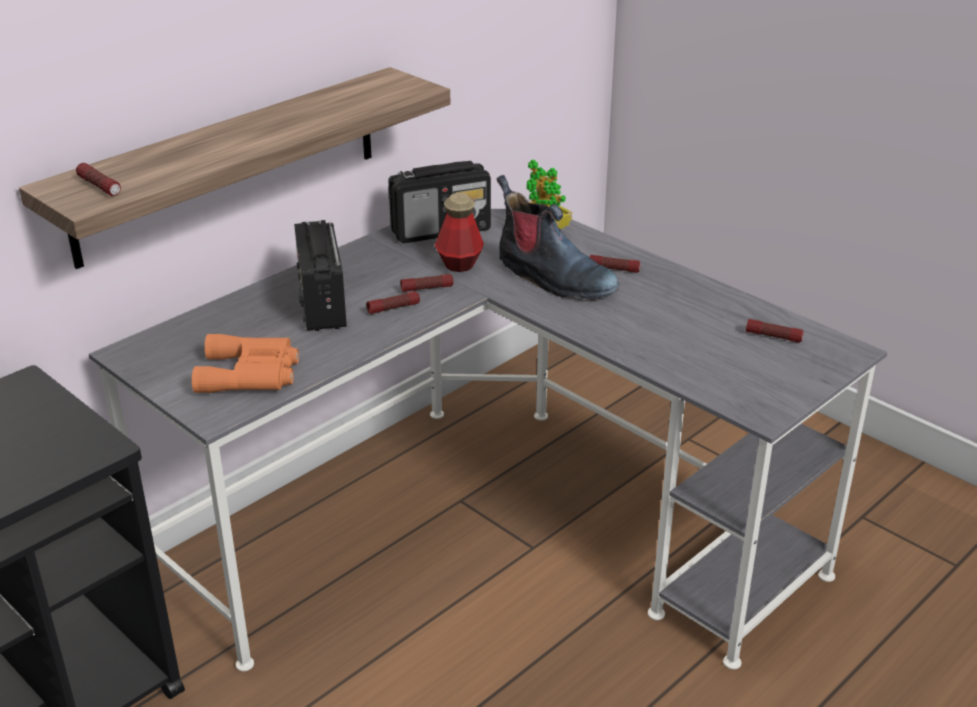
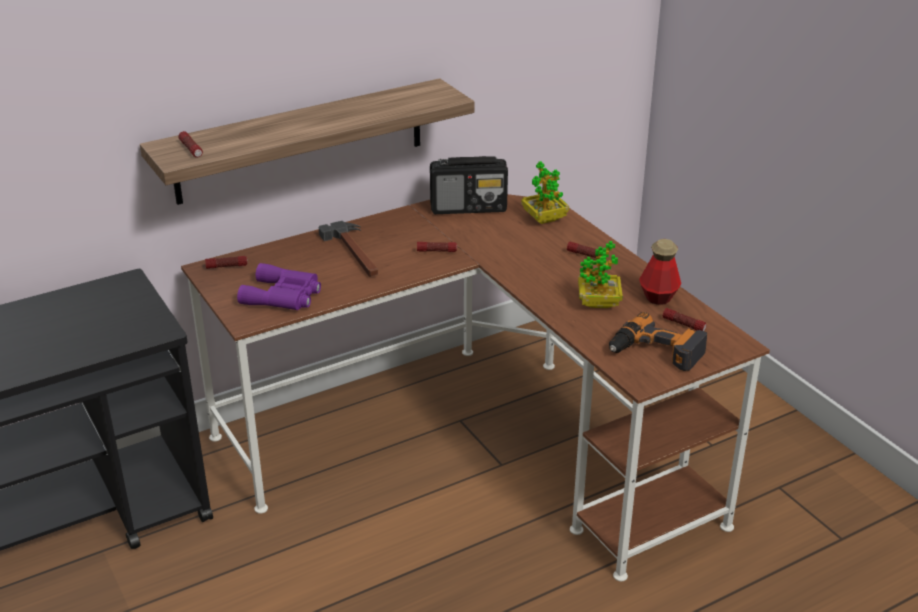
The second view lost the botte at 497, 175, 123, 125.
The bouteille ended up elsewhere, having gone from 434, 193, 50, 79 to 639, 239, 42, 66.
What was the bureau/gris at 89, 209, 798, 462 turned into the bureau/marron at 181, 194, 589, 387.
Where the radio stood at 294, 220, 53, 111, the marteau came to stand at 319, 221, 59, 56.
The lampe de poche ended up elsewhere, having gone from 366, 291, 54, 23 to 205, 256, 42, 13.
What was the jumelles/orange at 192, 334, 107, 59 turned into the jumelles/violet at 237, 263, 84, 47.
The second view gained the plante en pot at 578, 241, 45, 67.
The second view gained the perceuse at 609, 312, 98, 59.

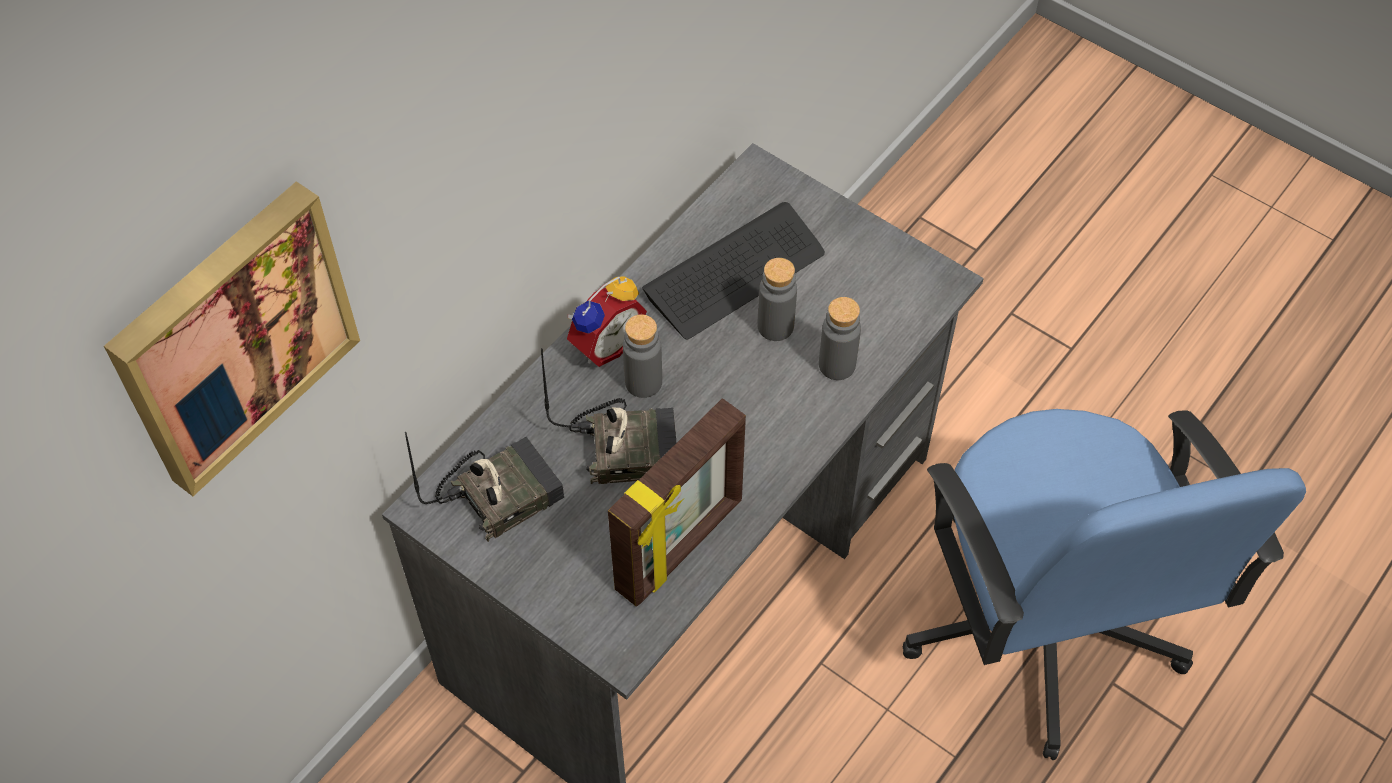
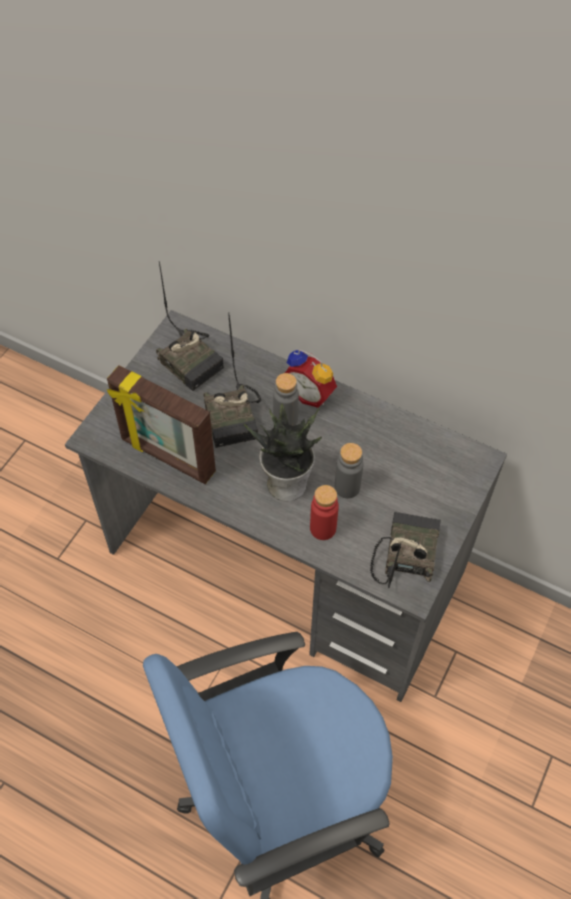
The second view lost the tableau at 104, 182, 256, 314.
The second view lost the clavier at 642, 202, 183, 137.
What was the bouteille/gris at 819, 297, 42, 83 turned into the bouteille/rouge at 310, 485, 29, 55.
The second view gained the plante en pot at 244, 404, 78, 97.
The second view gained the radio at 370, 512, 71, 76.

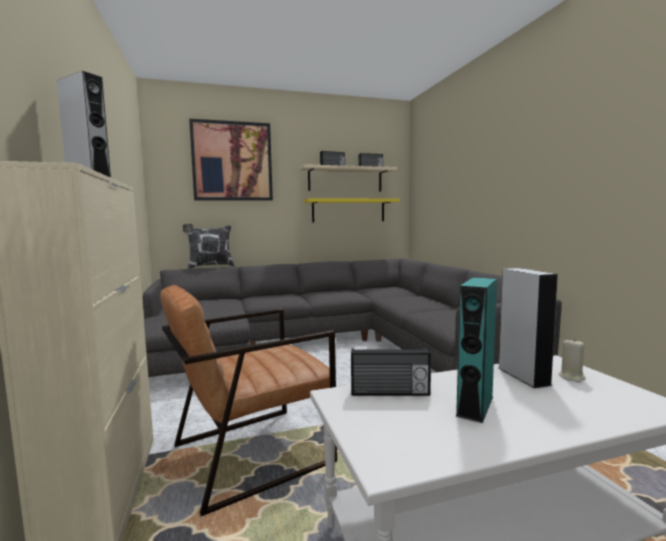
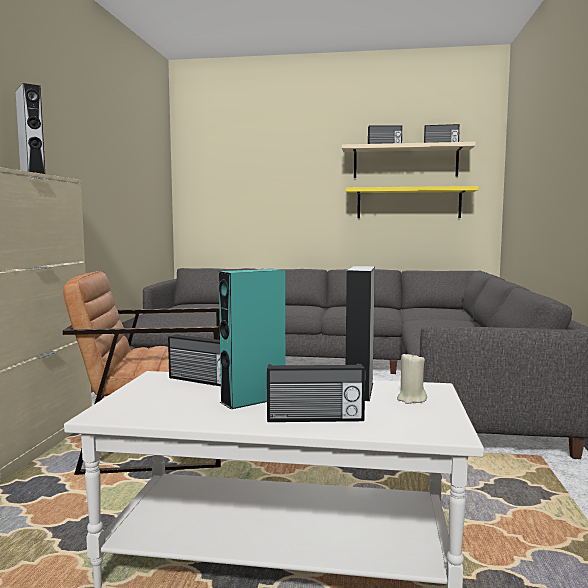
The second view lost the tableau at 189, 119, 84, 82.
The second view lost the coussin at 183, 224, 52, 45.
The second view gained the radio at 267, 364, 98, 58.

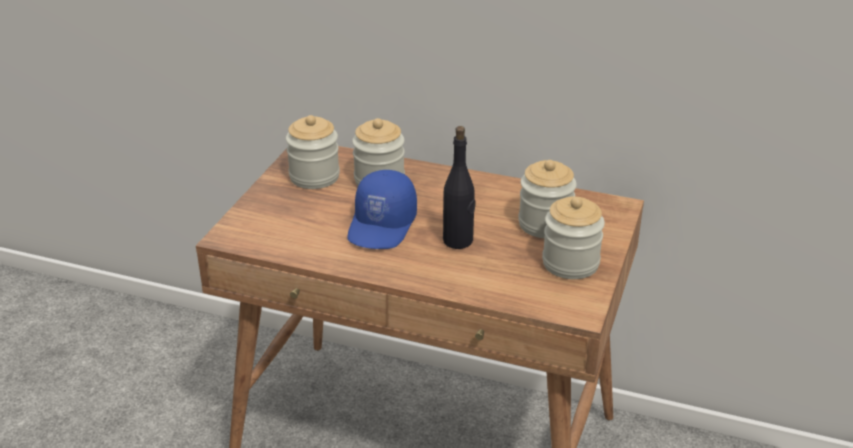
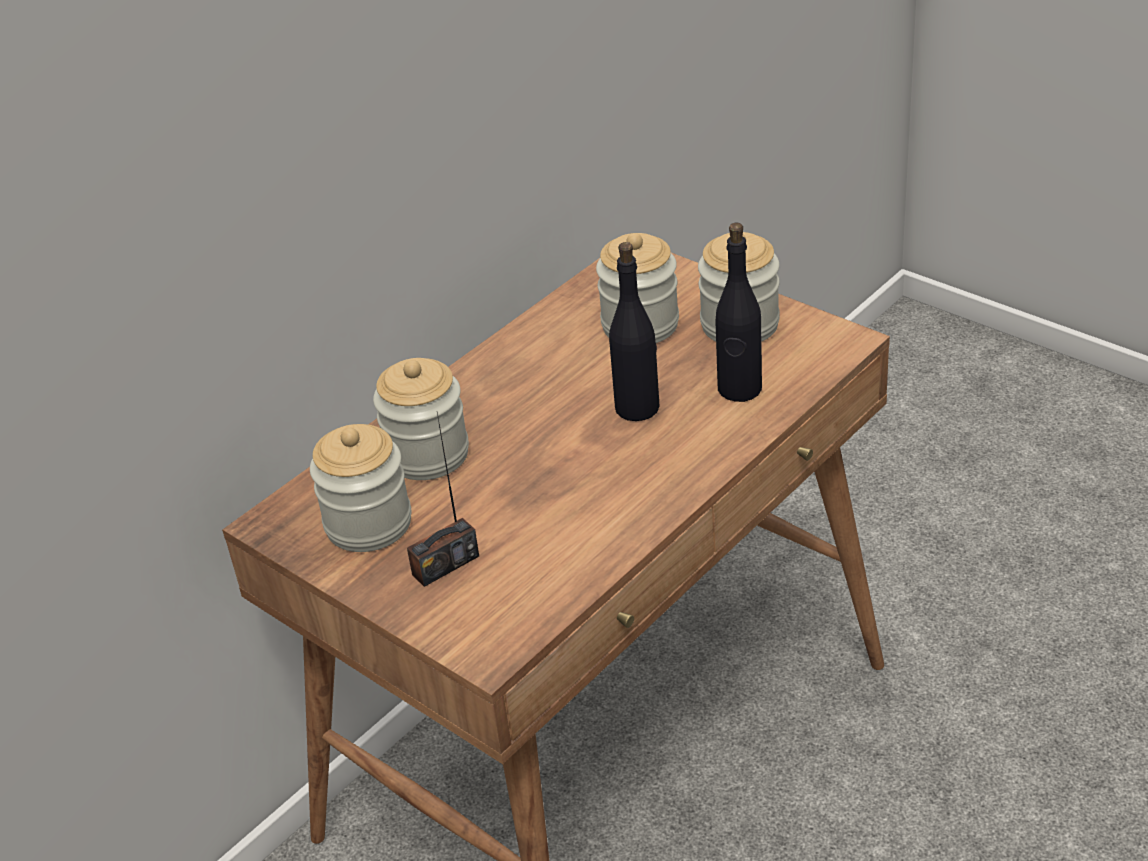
The second view lost the casquette/bleu at 347, 170, 70, 79.
The second view gained the bouteille/noir at 715, 223, 47, 179.
The second view gained the radio at 407, 413, 72, 174.

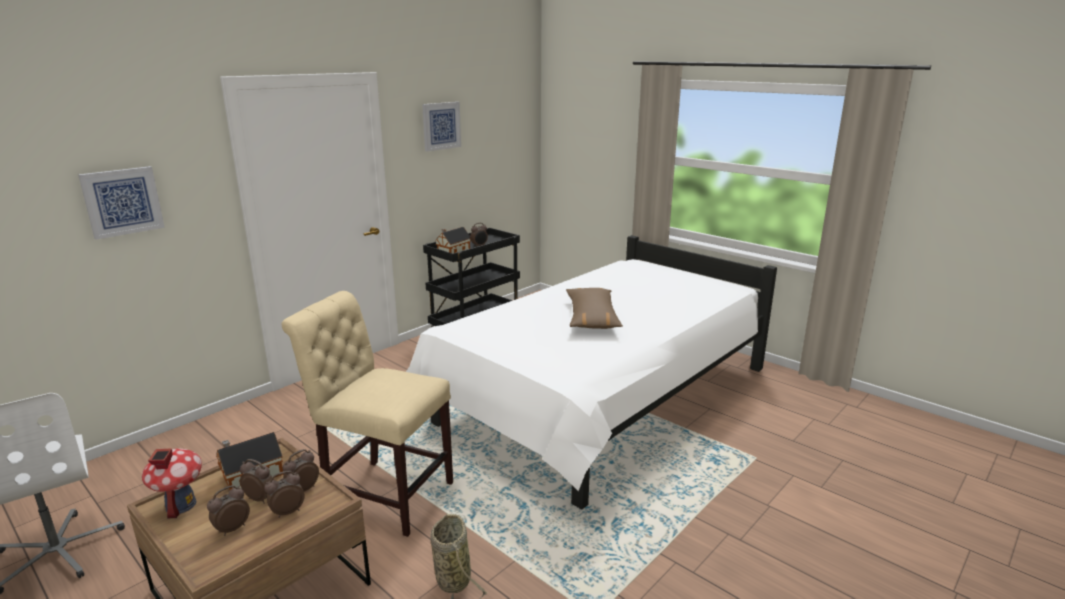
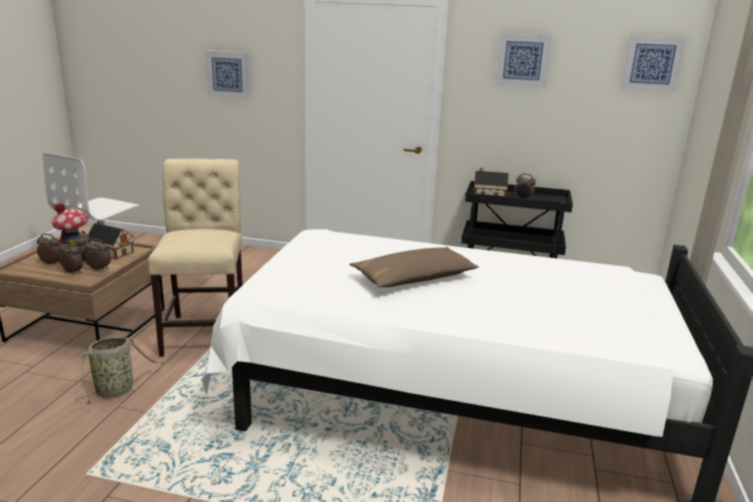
The second view gained the tableau at 621, 35, 65, 57.

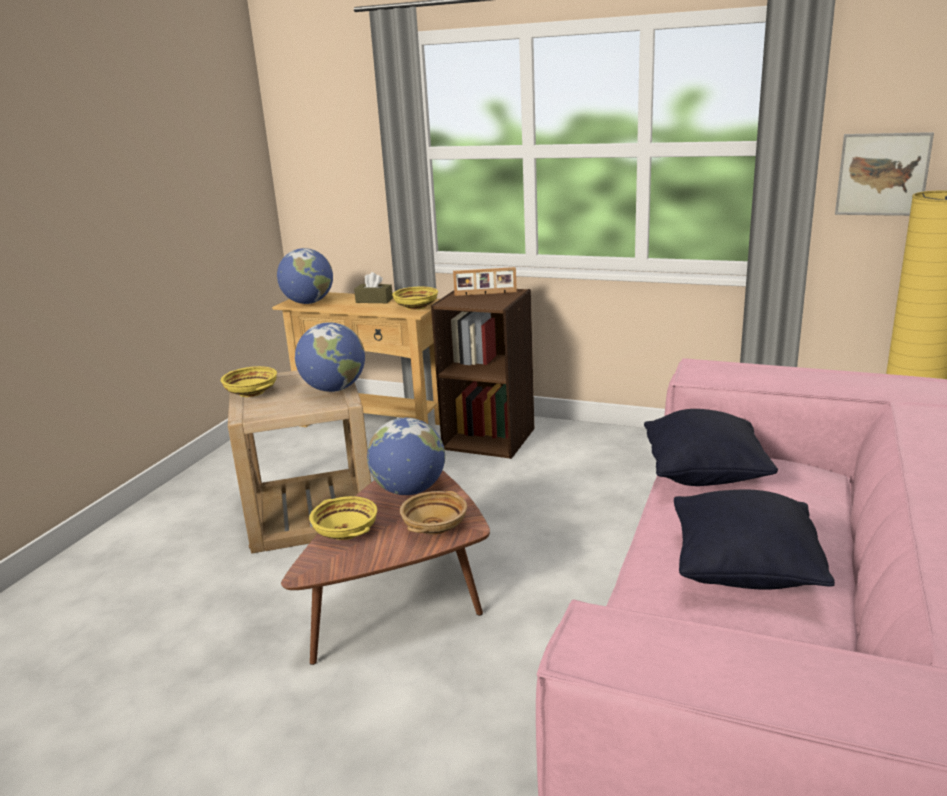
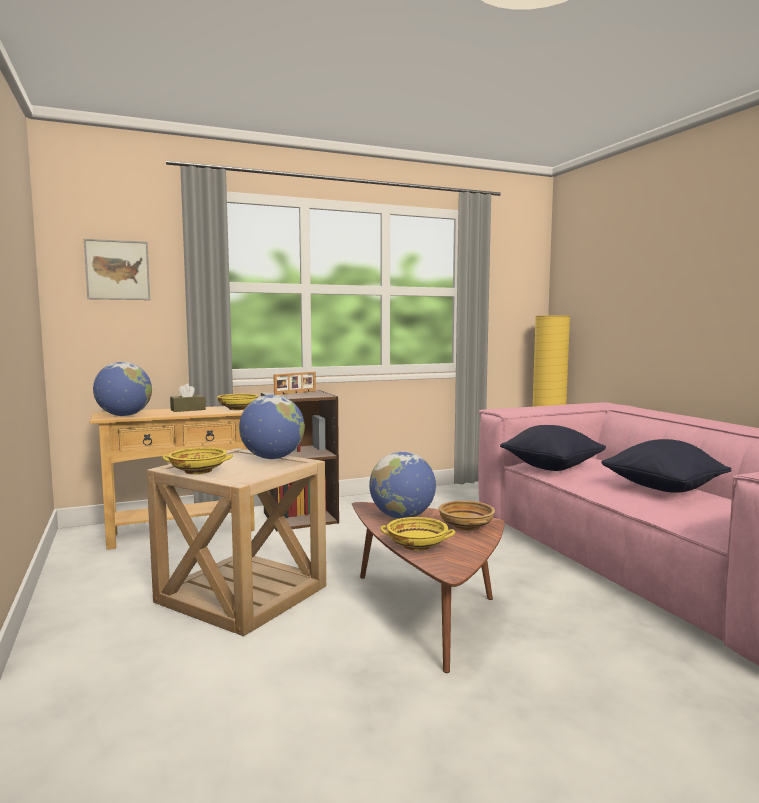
The tableau ended up elsewhere, having gone from 835, 132, 99, 84 to 84, 239, 66, 61.

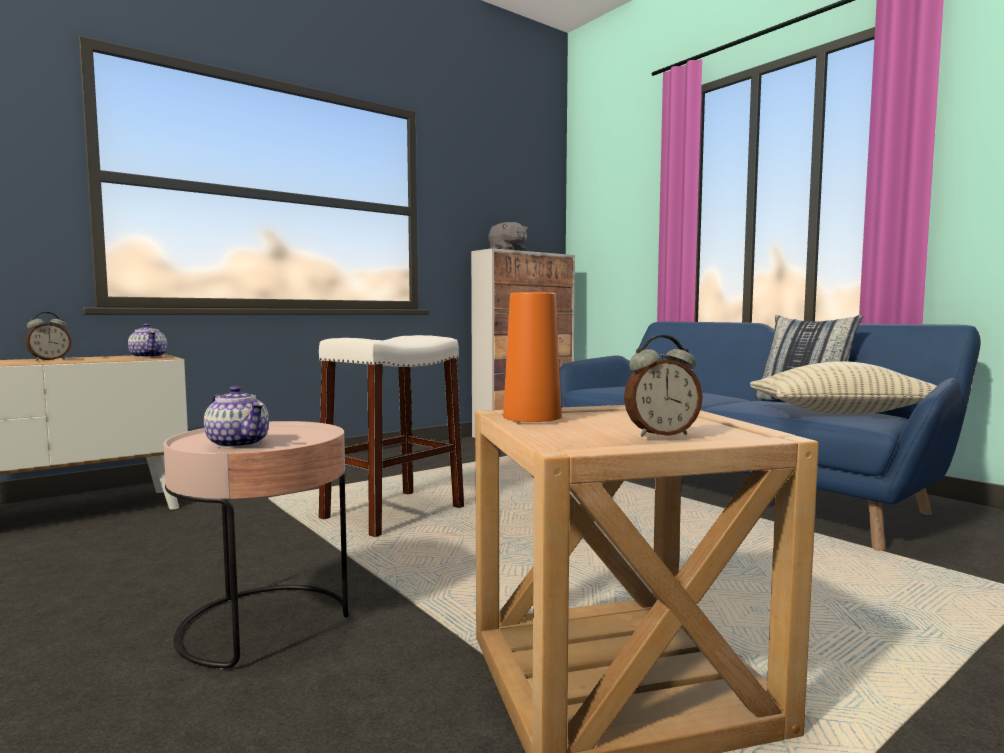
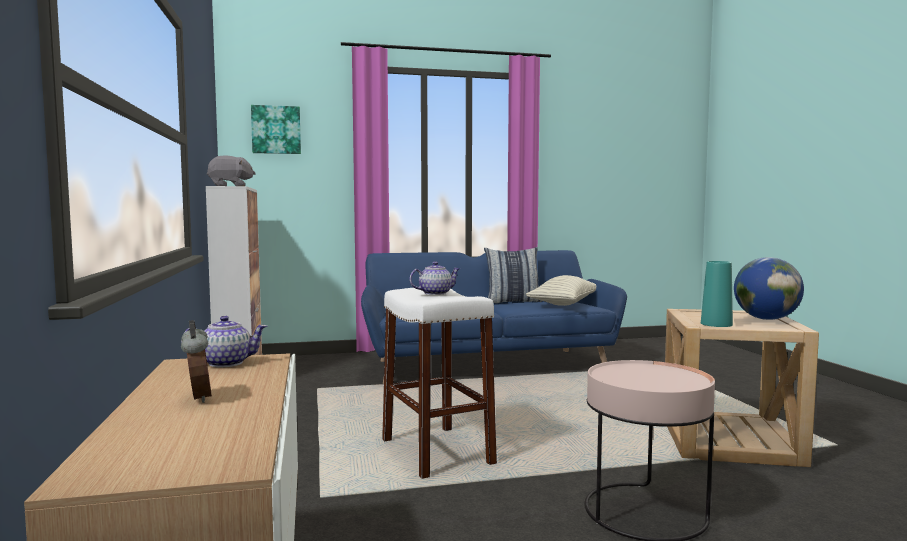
What was the vase/orange at 503, 292, 58, 130 turned into the vase/turquoise at 701, 261, 32, 66.
Where the réveil stood at 624, 335, 79, 102, the globe came to stand at 734, 257, 70, 63.
The théière ended up elsewhere, having gone from 204, 386, 65, 62 to 410, 261, 50, 34.
The second view gained the tableau at 251, 105, 50, 49.

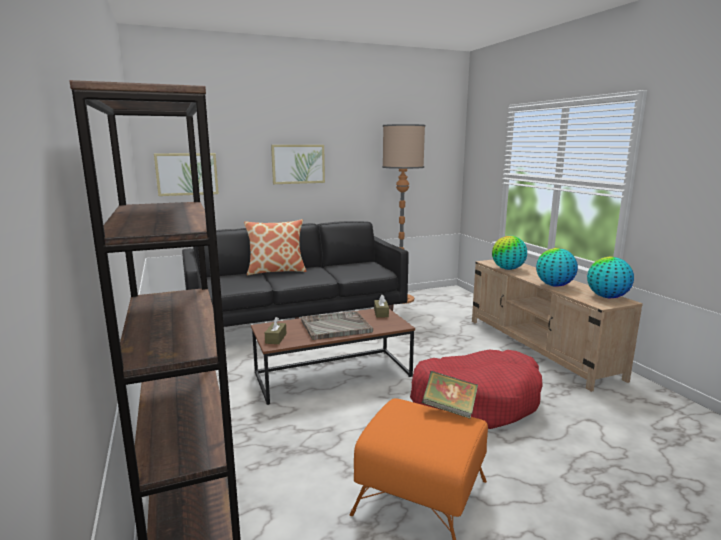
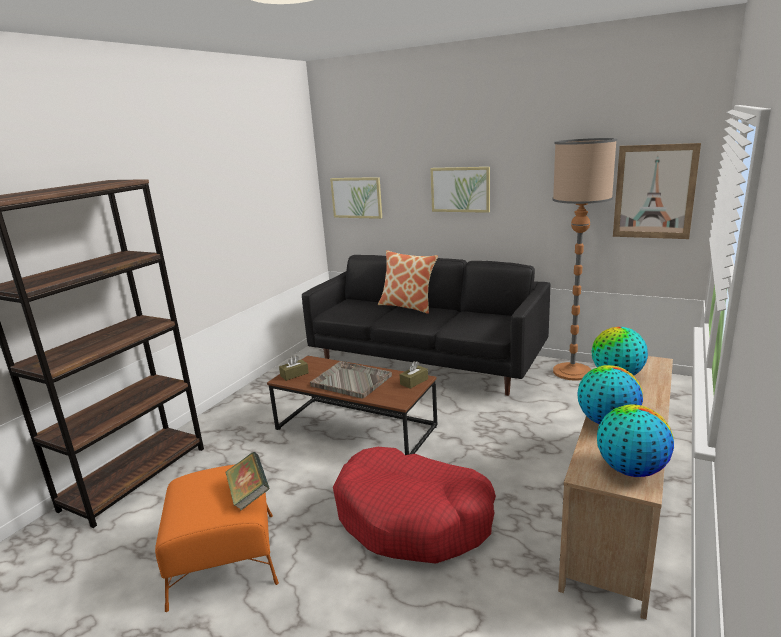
The second view gained the tableau at 613, 143, 88, 96.

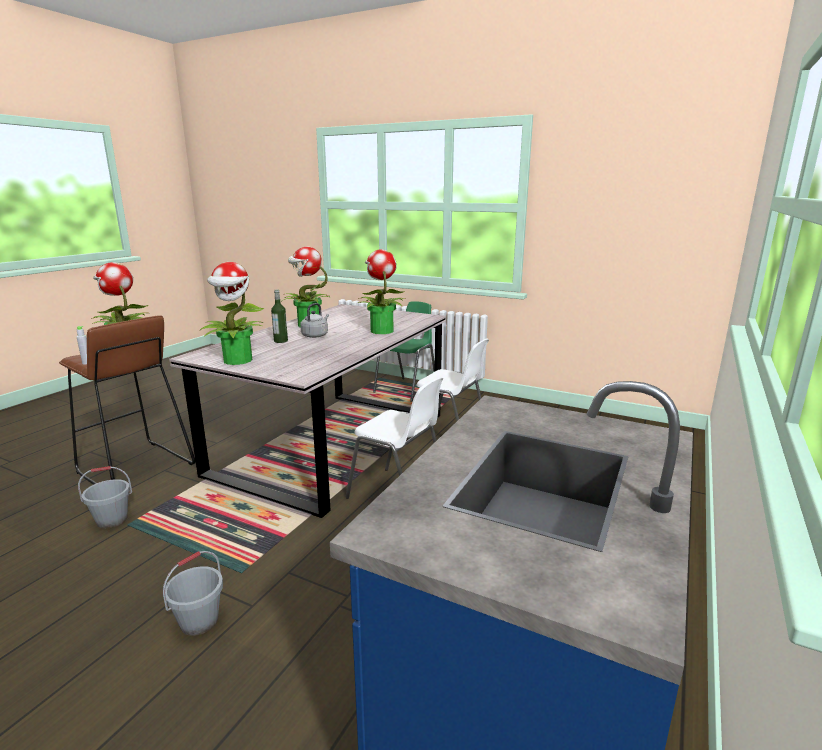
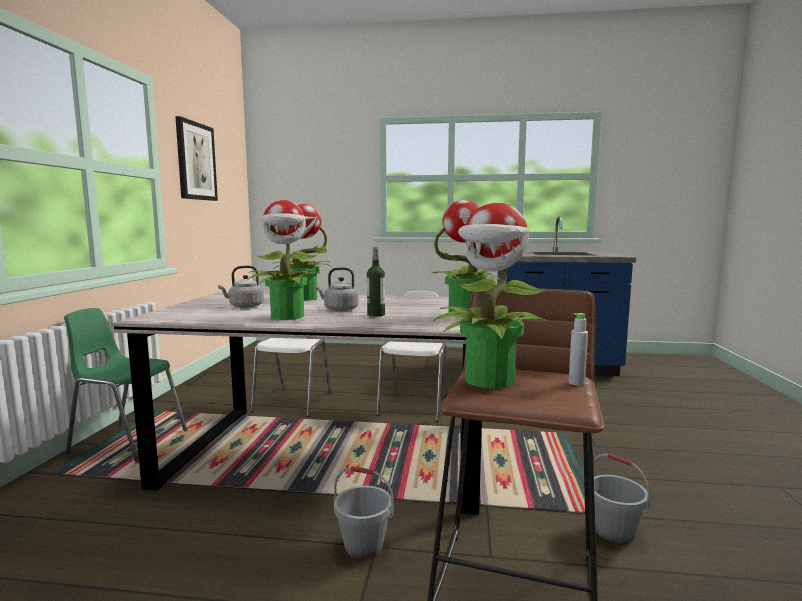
The seau/gris ended up elsewhere, having gone from 163, 551, 60, 85 to 334, 466, 60, 93.
The second view gained the tableau at 175, 116, 43, 85.
The second view gained the bouilloire/gris at 218, 266, 46, 42.

